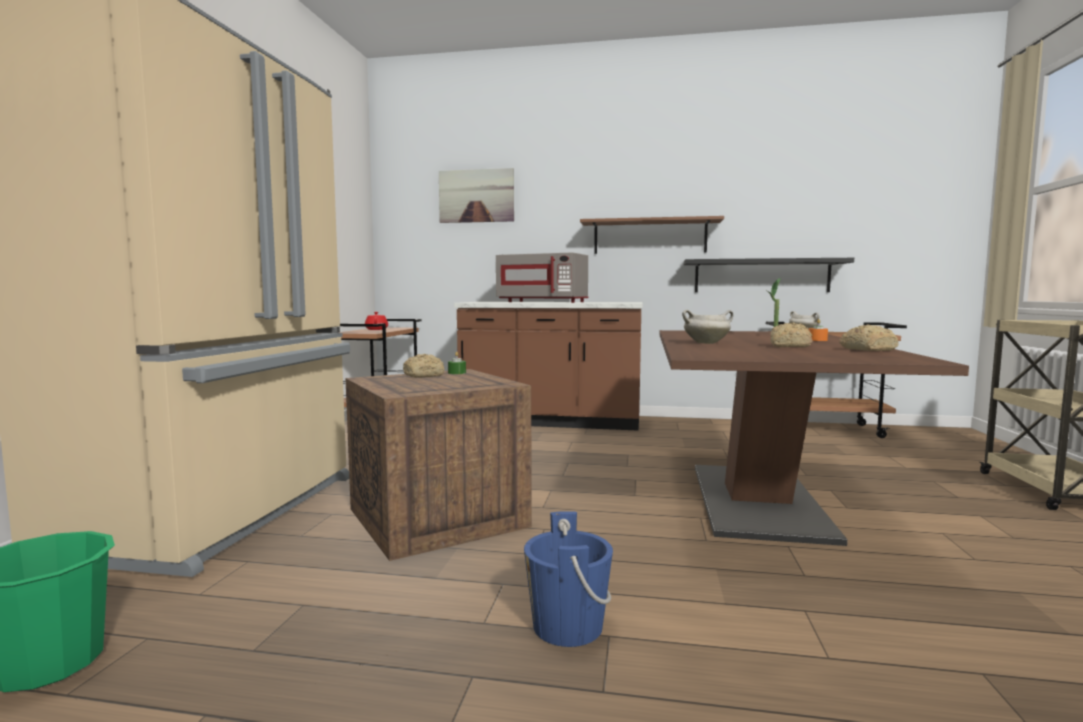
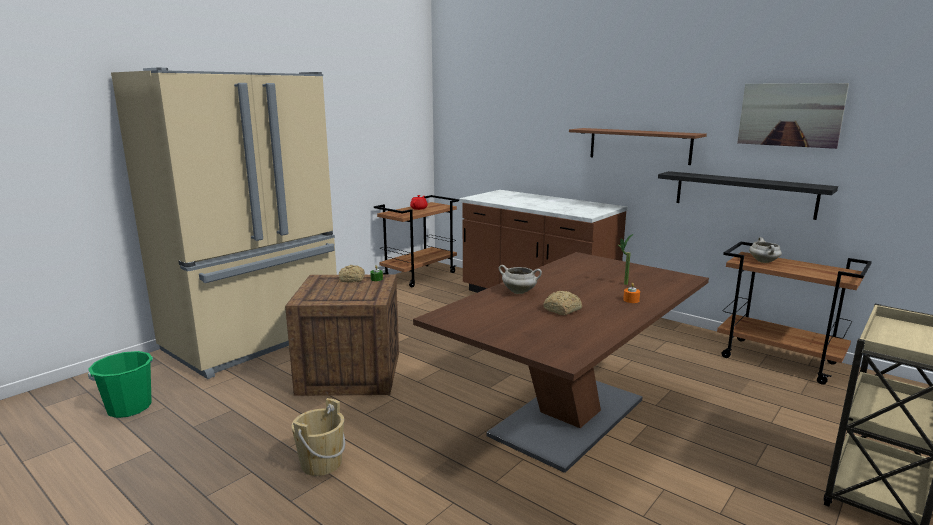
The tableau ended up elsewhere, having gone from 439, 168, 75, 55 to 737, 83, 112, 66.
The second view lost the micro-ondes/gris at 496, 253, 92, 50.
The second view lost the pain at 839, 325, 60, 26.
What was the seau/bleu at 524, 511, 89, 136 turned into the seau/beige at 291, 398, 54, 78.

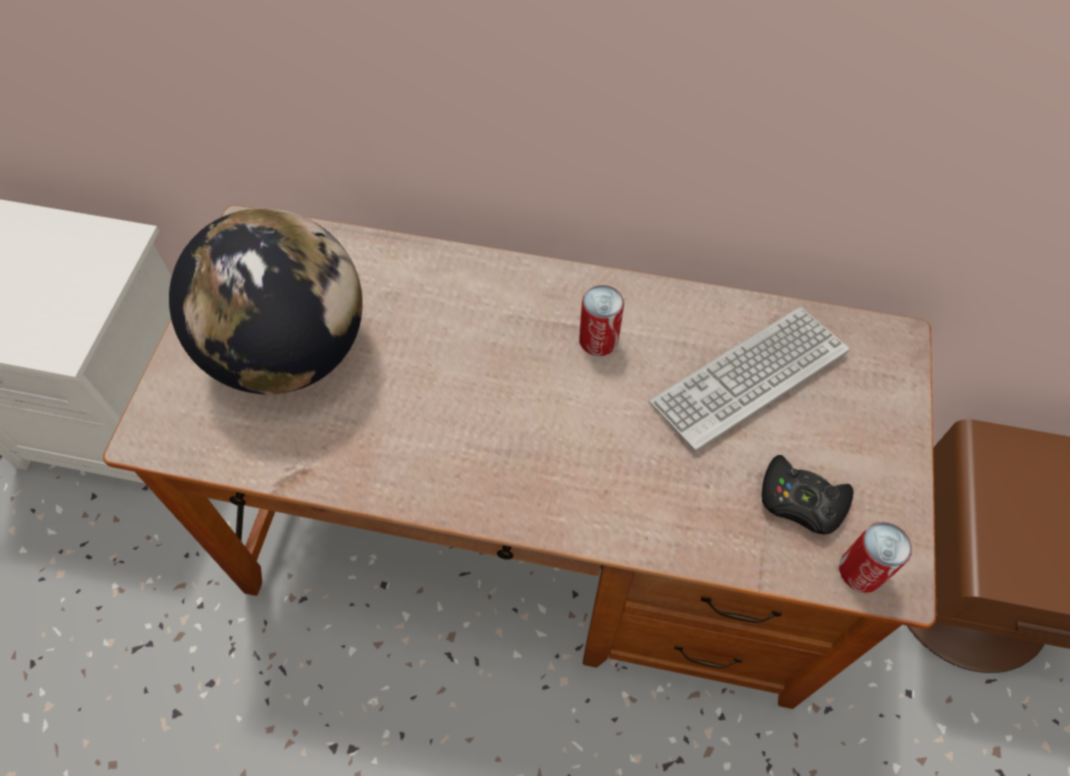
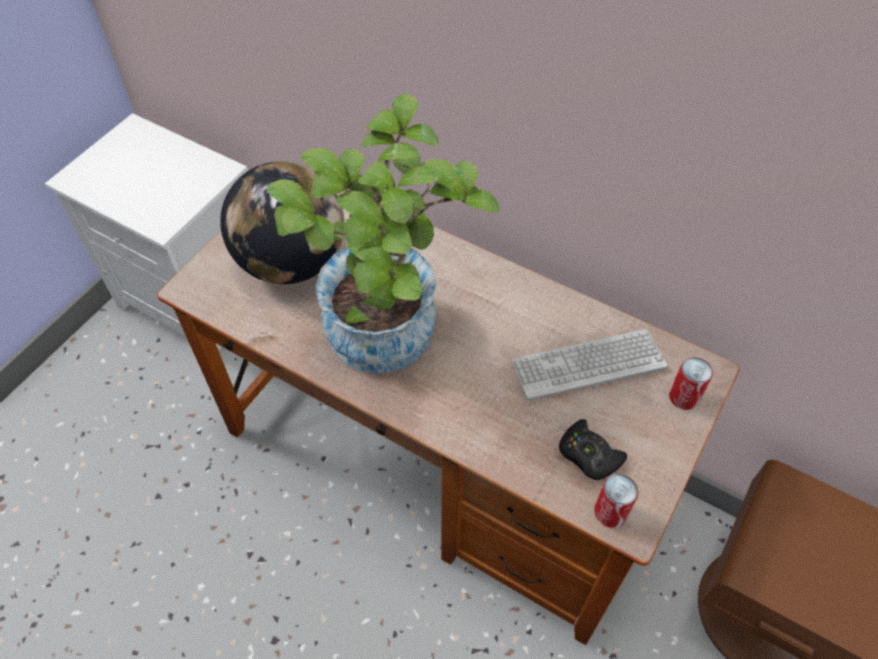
The boîte métallique ended up elsewhere, having gone from 579, 285, 45, 71 to 669, 357, 44, 53.
The second view gained the plante en pot at 267, 93, 233, 281.

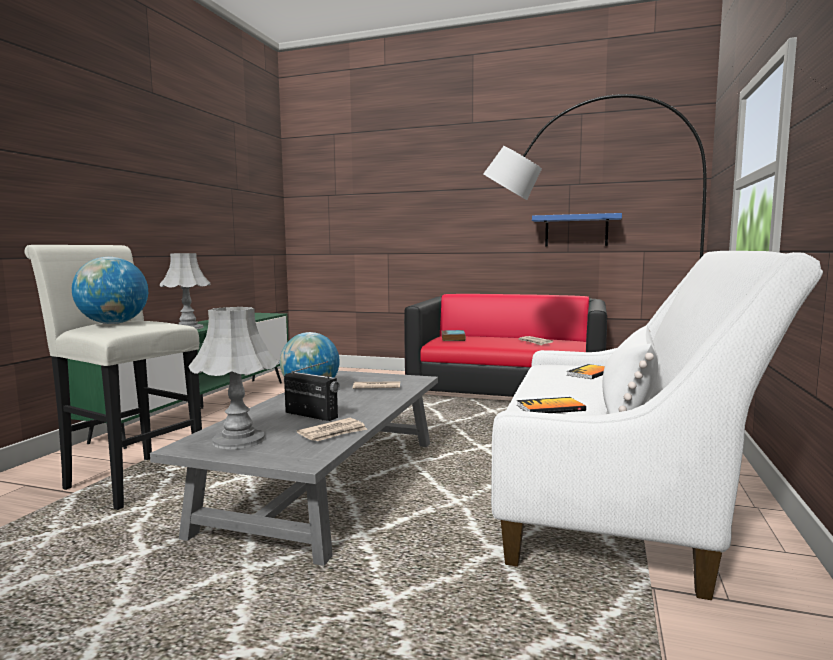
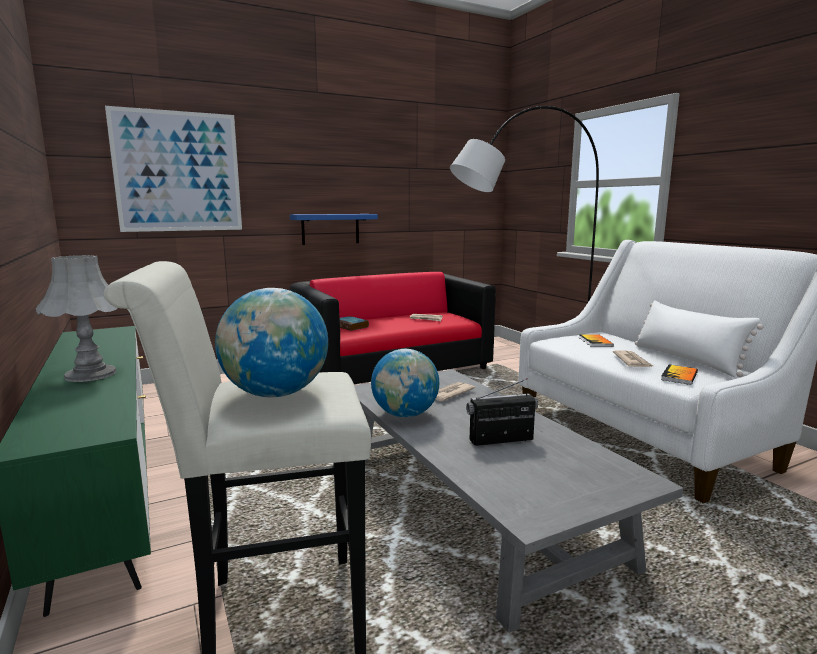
The étagère/bleu ended up elsewhere, having gone from 532, 213, 90, 34 to 290, 214, 88, 31.
The second view lost the lampe de table/gris at 188, 307, 91, 142.
The journal ended up elsewhere, having gone from 297, 418, 71, 23 to 613, 351, 40, 16.
The second view gained the tableau at 105, 106, 137, 126.

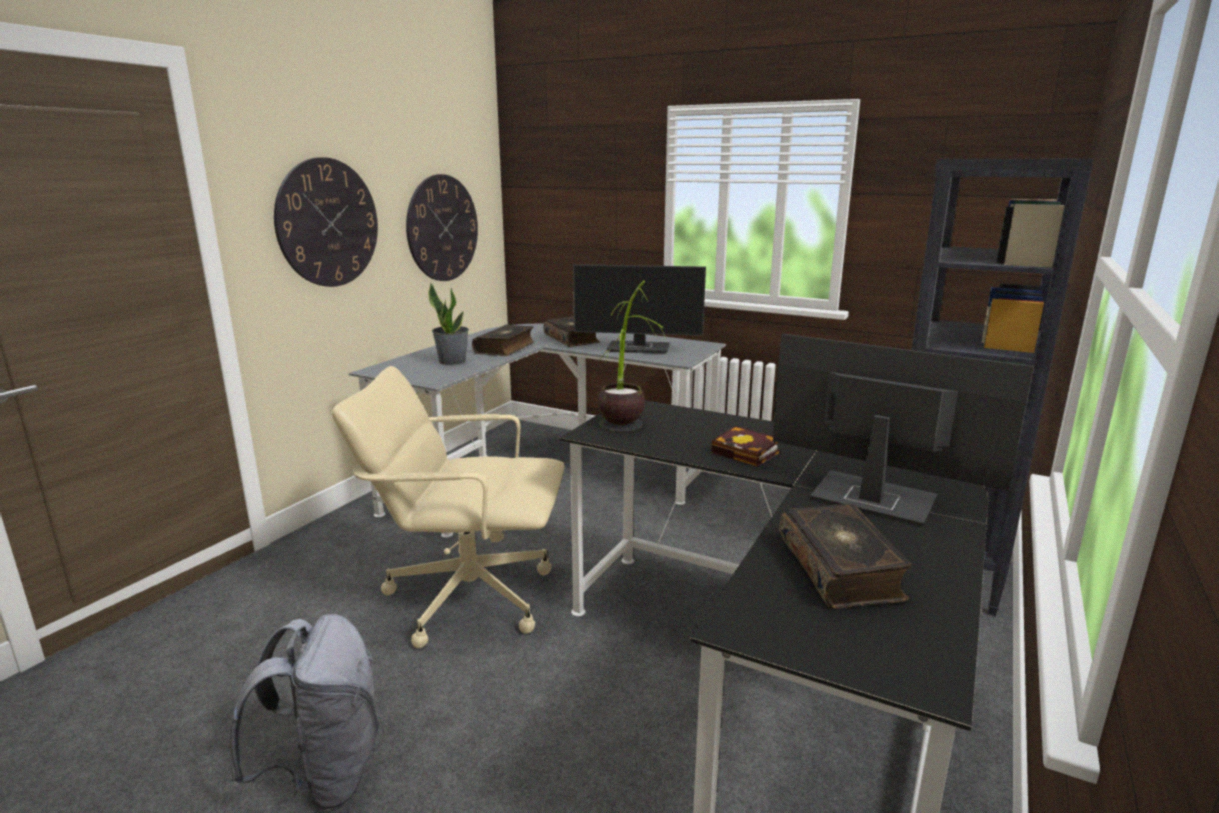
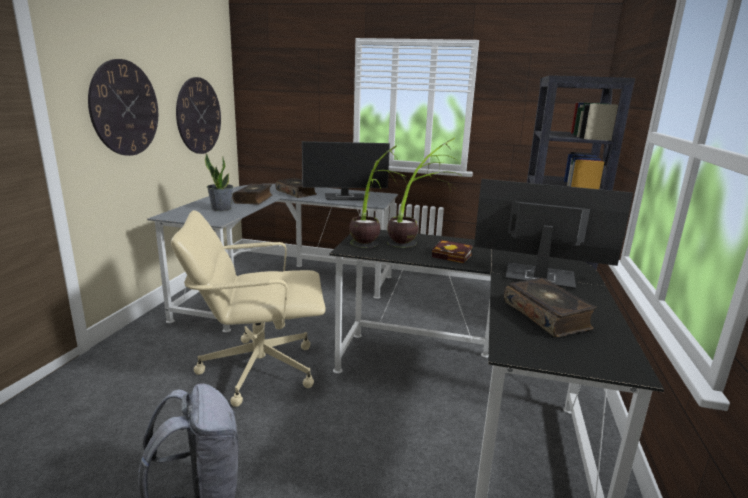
The second view gained the plante en pot at 387, 138, 73, 110.

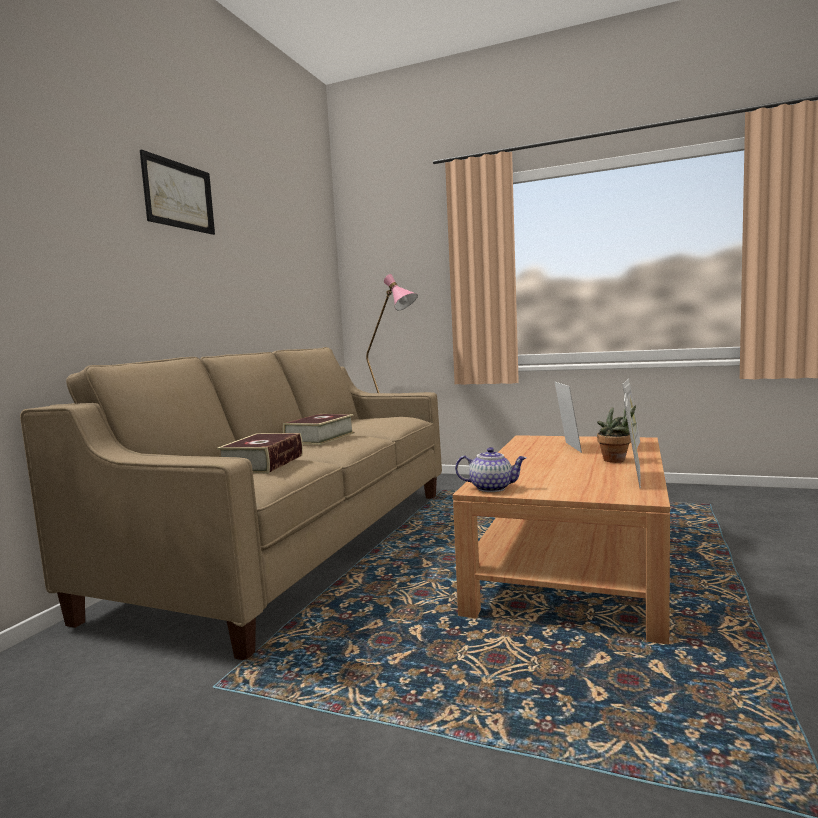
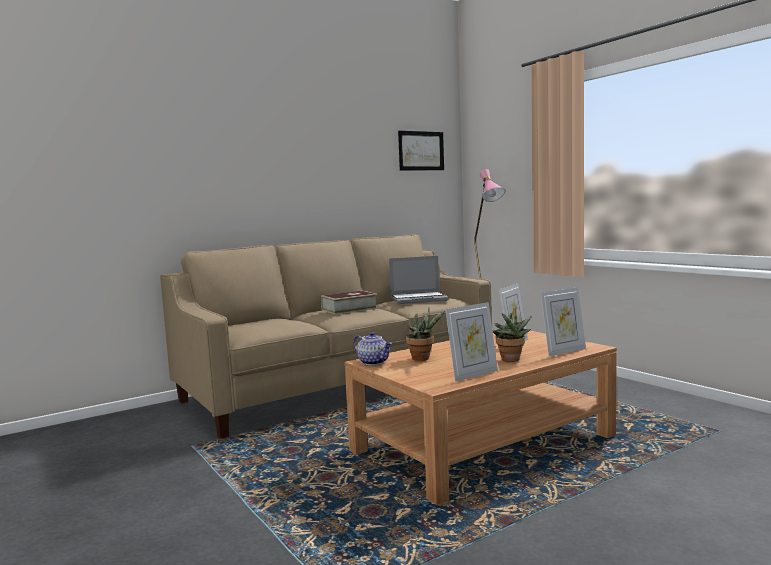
The tableau ended up elsewhere, having gone from 140, 149, 75, 86 to 398, 131, 46, 40.
The second view lost the livre at 217, 433, 86, 40.
The second view gained the ordinateur portable at 389, 256, 60, 48.
The second view gained the plante en pot at 406, 308, 39, 53.

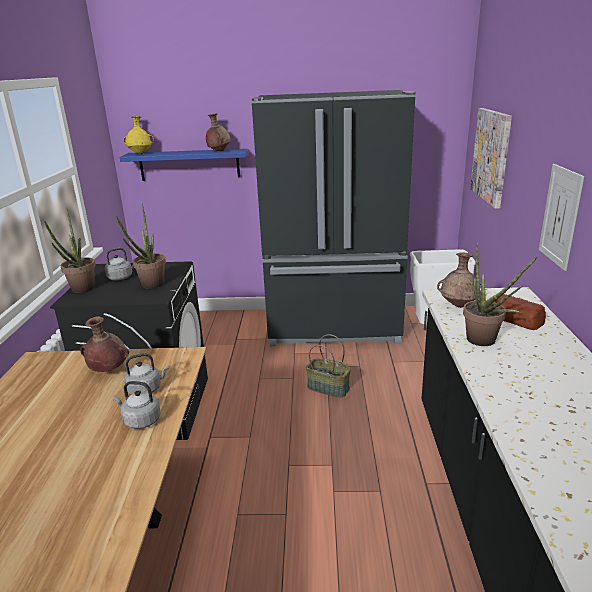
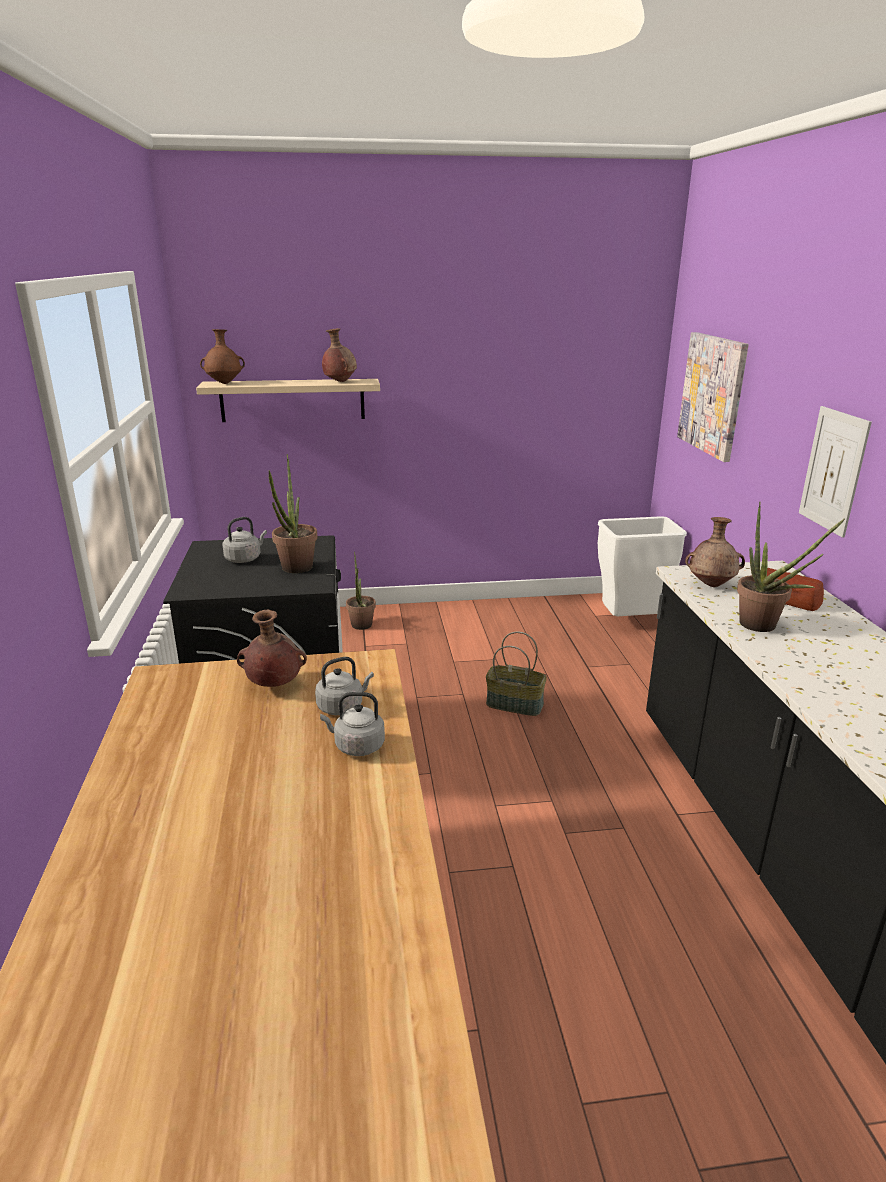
The second view lost the réfrigérateur/noir at 251, 90, 165, 256.
What was the vase/jaune at 123, 116, 31, 38 turned into the vase/marron at 200, 329, 45, 55.
What was the étagère/bleu at 120, 149, 129, 32 turned into the étagère/beige at 196, 379, 184, 43.
The plante en pot ended up elsewhere, having gone from 44, 209, 52, 84 to 346, 552, 30, 78.

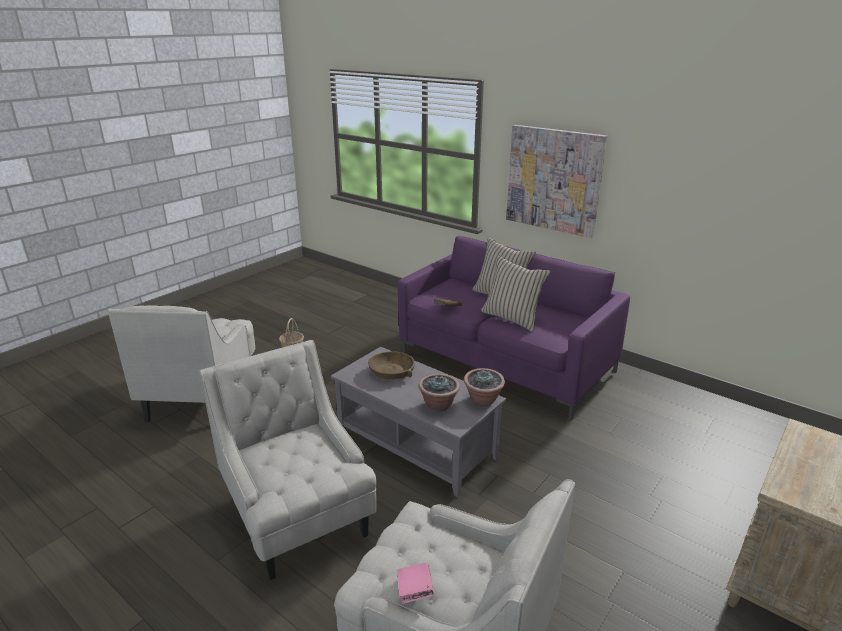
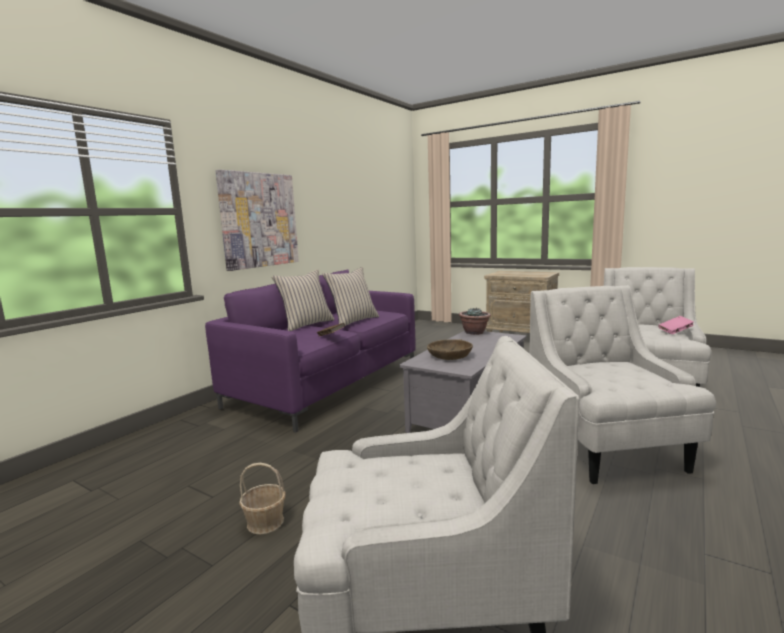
The fauteuil/blanc at 200, 340, 177, 240 ended up facing another way, 120 degrees clockwise from before.
The second view lost the plante en pot at 418, 374, 42, 38.

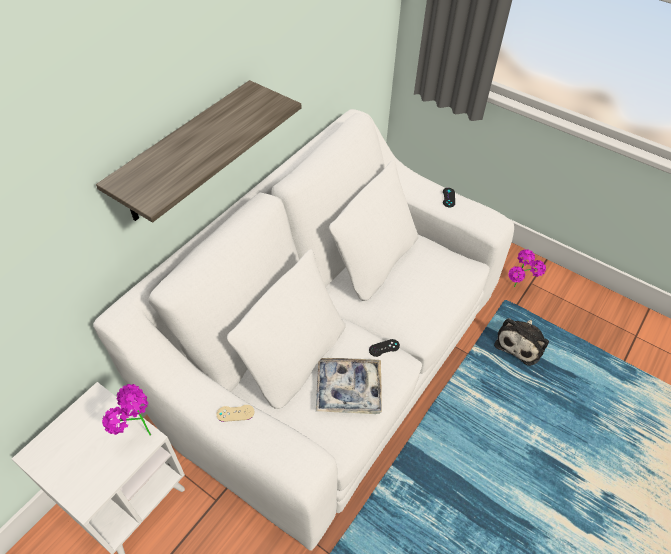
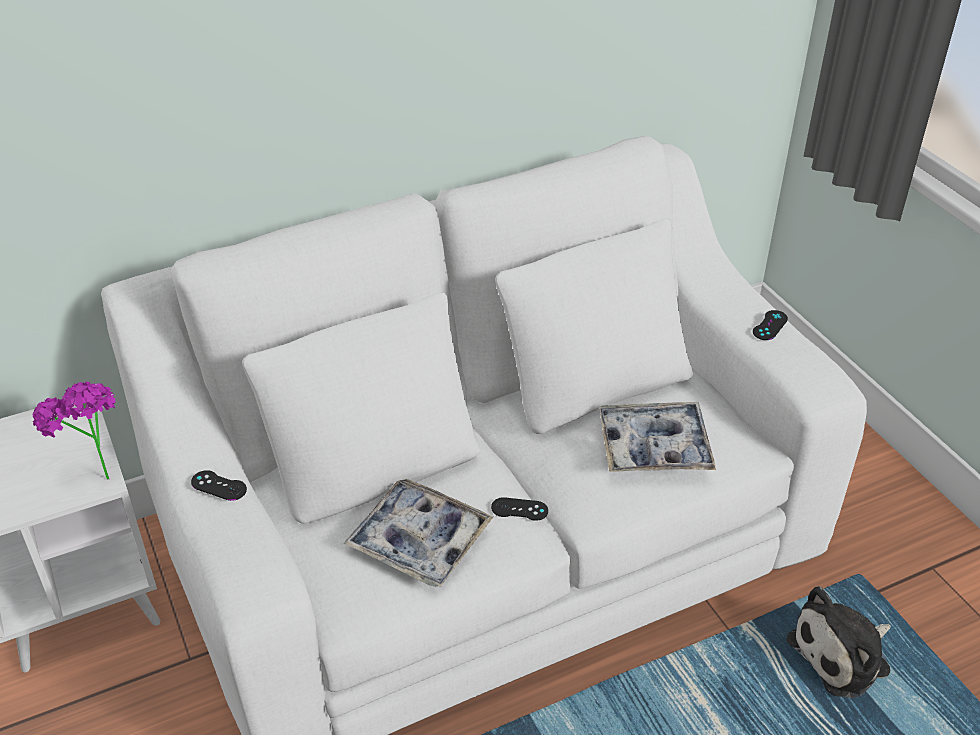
The second view lost the étagère at 96, 80, 205, 143.
The second view lost the plante en pot at 508, 249, 38, 38.
What was the manette/beige at 217, 405, 37, 17 turned into the manette/noir at 191, 470, 56, 31.
The second view gained the plateau at 599, 402, 117, 70.

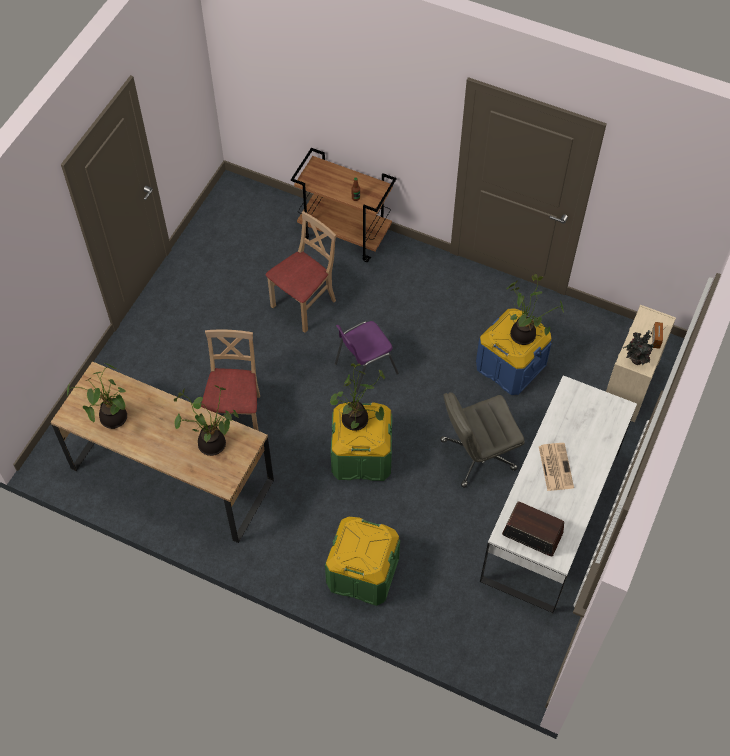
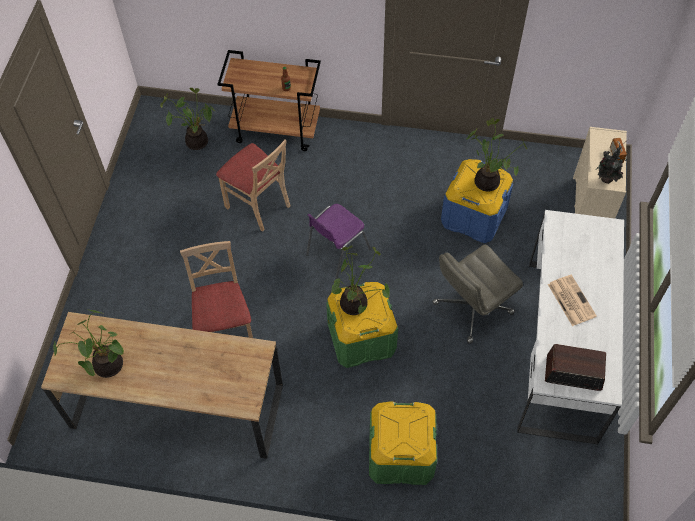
The chaise/beige at 265, 211, 71, 122 ended up facing another way, 105 degrees clockwise from before.
The plante en pot ended up elsewhere, having gone from 174, 385, 65, 71 to 160, 88, 55, 62.

